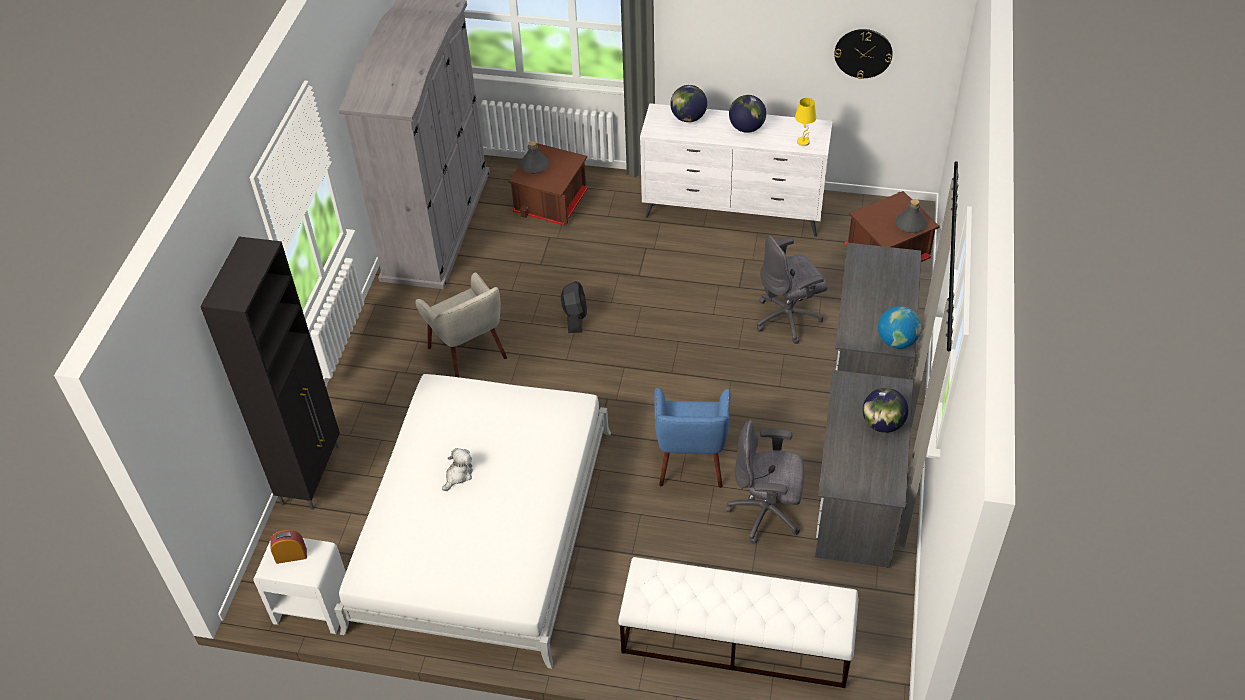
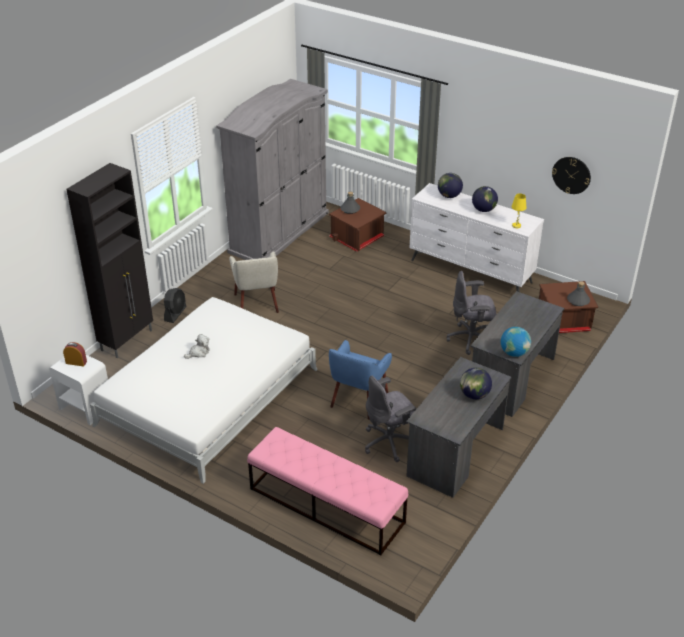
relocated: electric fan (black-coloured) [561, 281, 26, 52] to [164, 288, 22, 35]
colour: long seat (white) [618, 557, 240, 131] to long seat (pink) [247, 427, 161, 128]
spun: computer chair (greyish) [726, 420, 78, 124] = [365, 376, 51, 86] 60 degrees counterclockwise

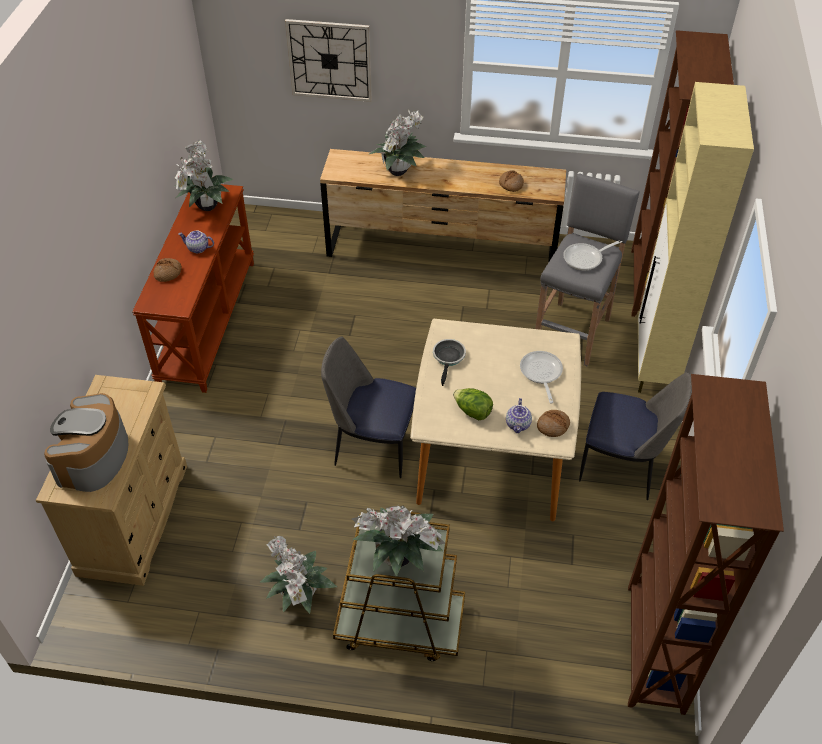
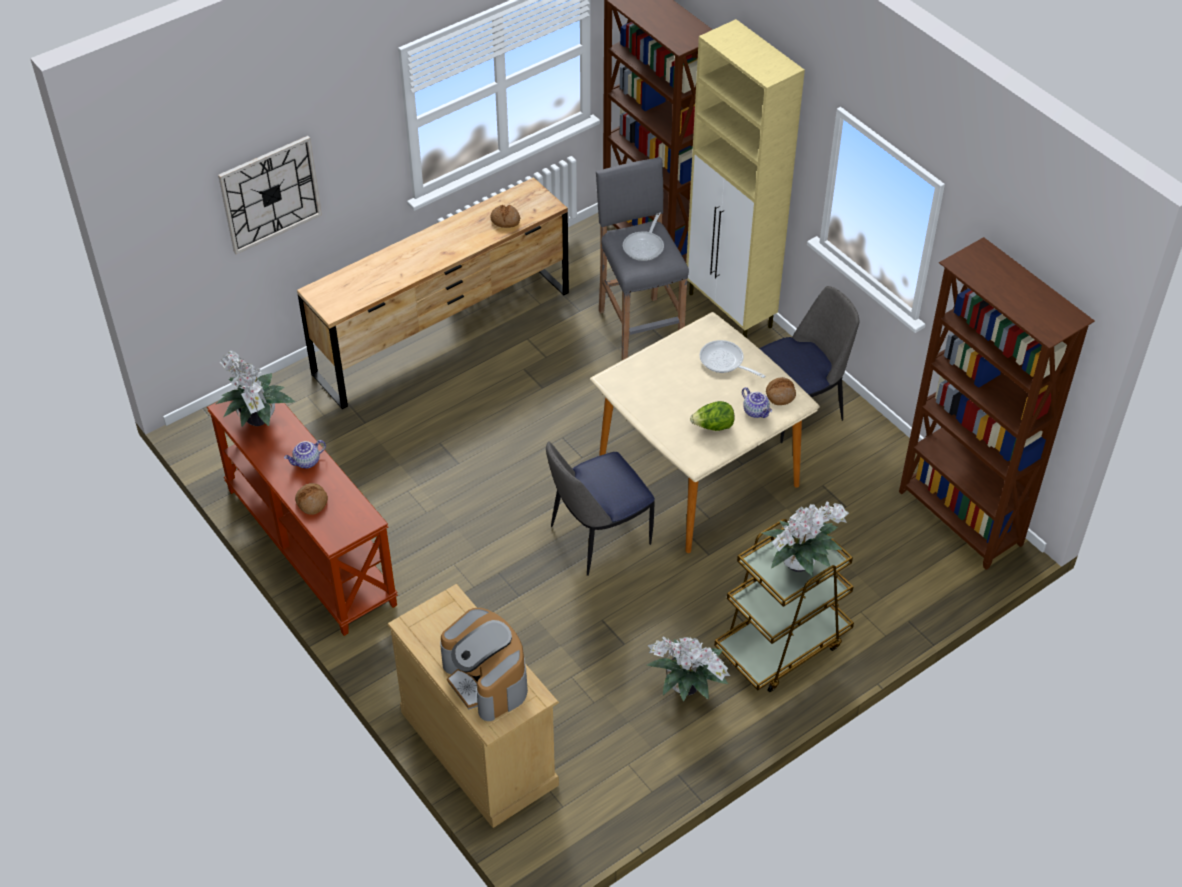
missing: plant in a pot [369, 109, 57, 67]; skillet [433, 339, 33, 47]

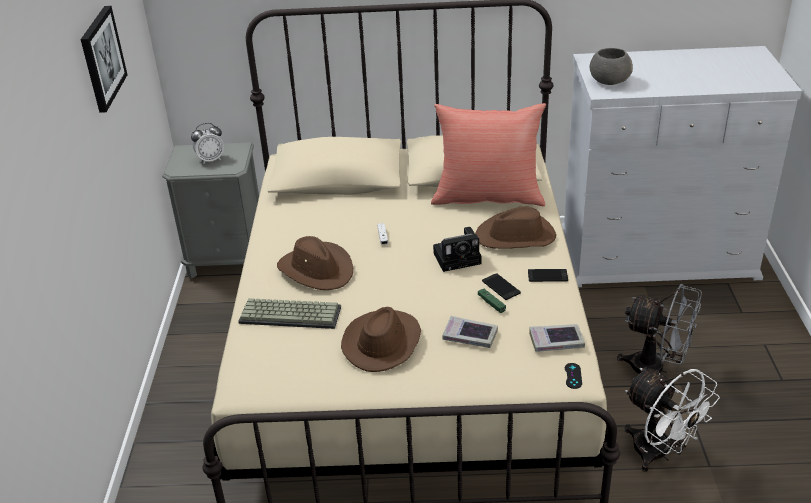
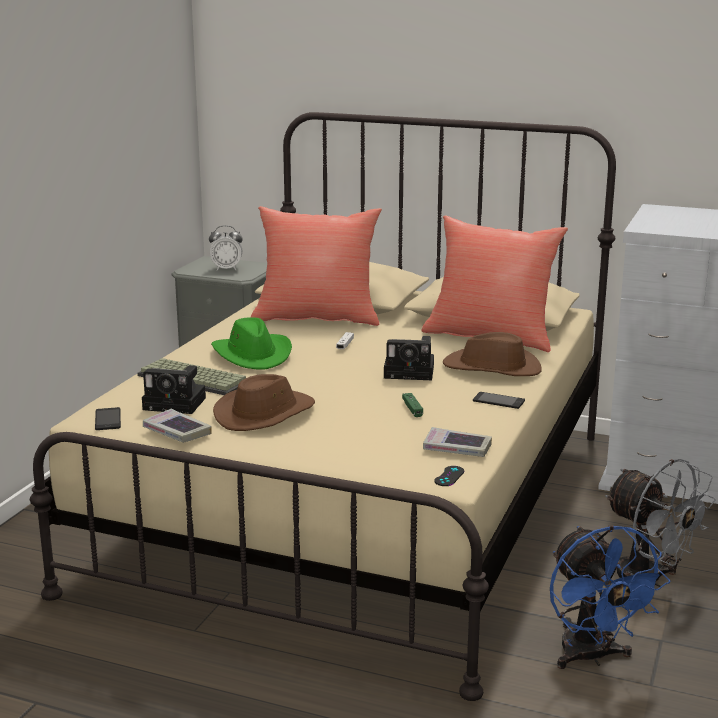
missing: wall picture [81, 6, 47, 107]; deep dish (greyish) [590, 48, 43, 37]
appeared: still camera [142, 365, 64, 49]; pillow (reddish) [251, 206, 131, 120]
relocated: telephone [482, 273, 39, 27] to [95, 407, 26, 23]; volume [443, 316, 55, 32] to [143, 409, 69, 34]
colour: clothing hat (brownish) [277, 236, 76, 54] to clothing hat (greenish) [211, 317, 81, 52]; electric fan (white) [624, 368, 96, 104] to electric fan (blue) [550, 525, 120, 144]

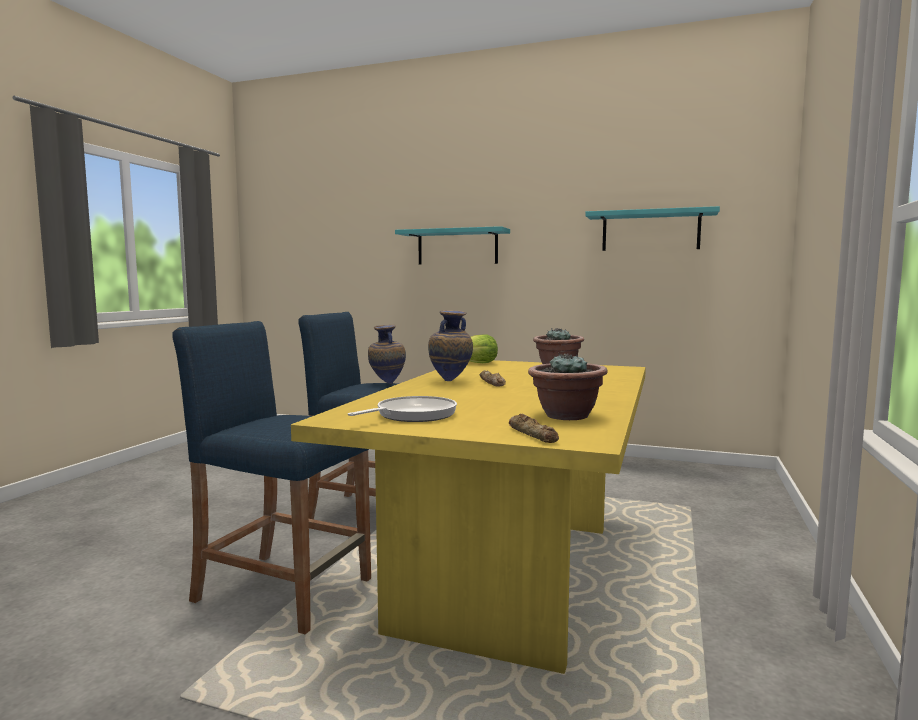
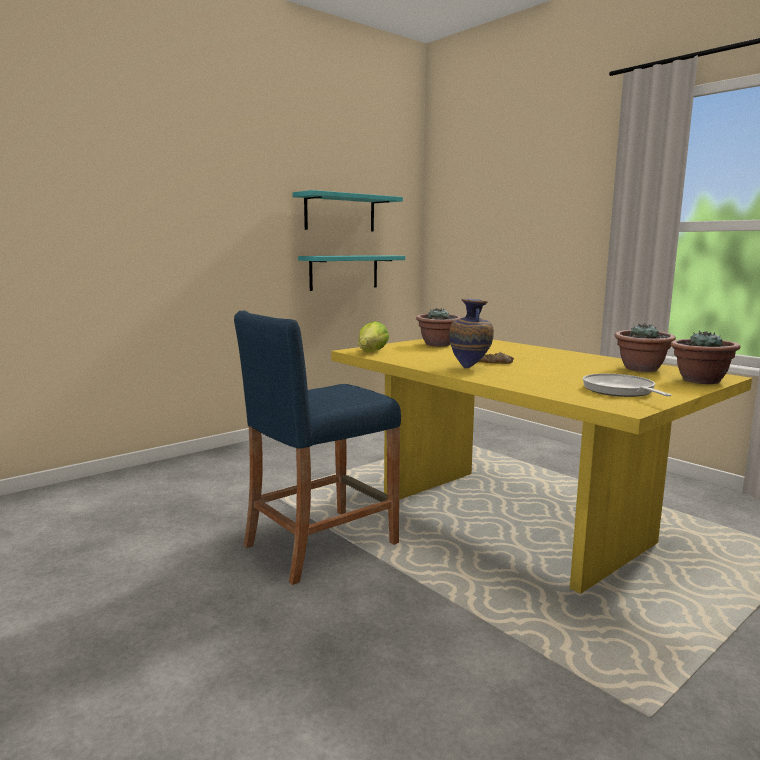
missing: stool seat (blue) [173, 321, 198, 313]; vase [368, 325, 38, 59]
relocated: wall shelf (turquoise-coloured) [395, 226, 115, 38] to [298, 255, 107, 36]
exchanged: bakery bread [509, 414, 50, 29] to plant in a pot [670, 330, 71, 54]

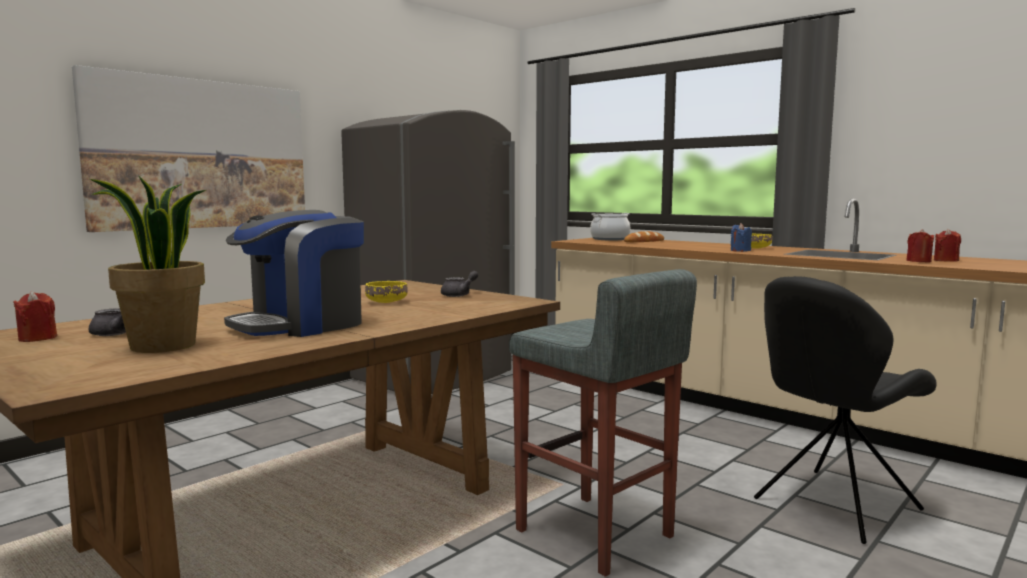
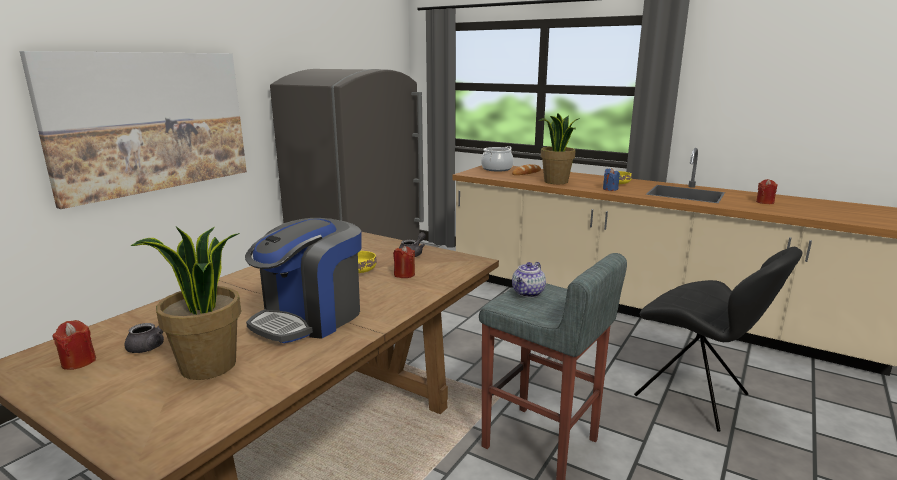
appeared: tea pot [512, 262, 34, 35]; plant in a pot [539, 113, 41, 71]
relocated: wax light (reddish) [906, 229, 28, 34] to [393, 246, 22, 32]
spun: plain chair (black-coloured) [754, 276, 183, 268] = [634, 247, 169, 185] 90 degrees counterclockwise

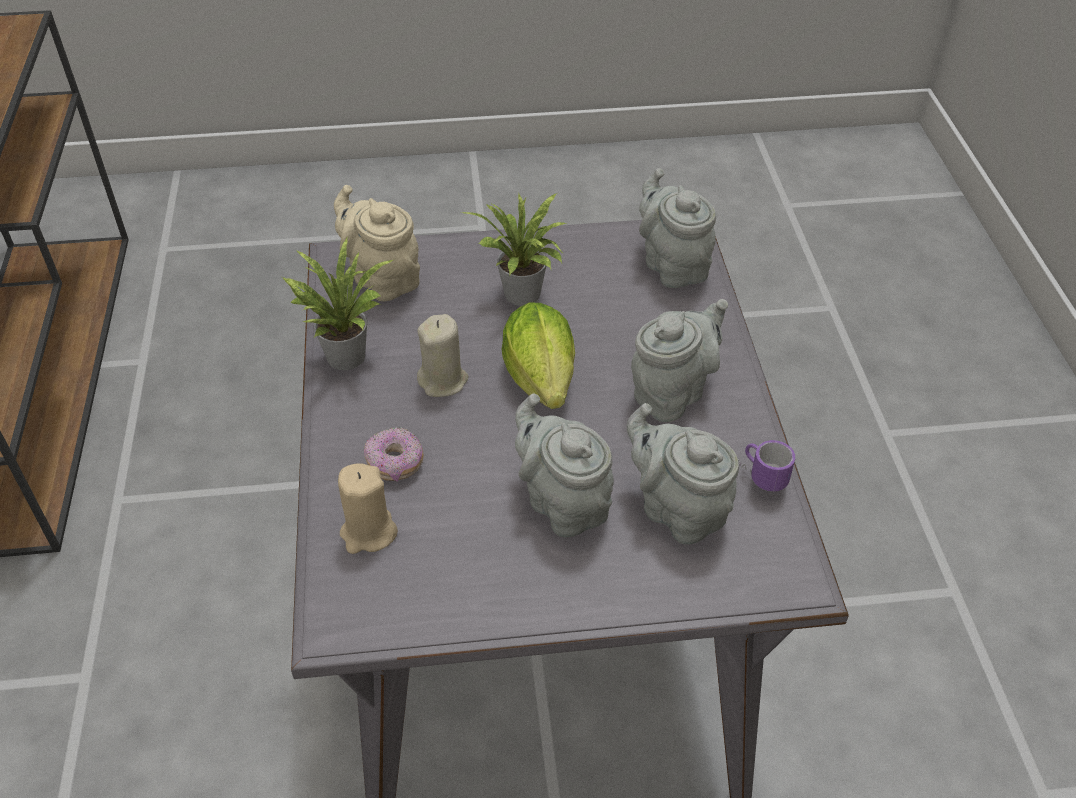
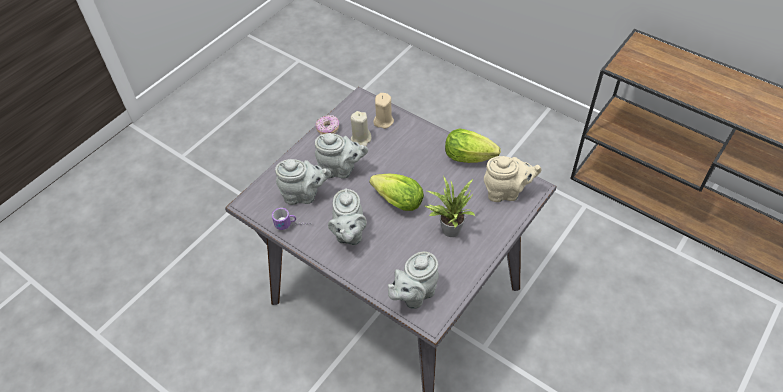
relocated: ring doughnut [364, 427, 60, 55] to [315, 115, 24, 19]; wax light (sand-coloured) [417, 314, 52, 83] to [351, 111, 20, 35]
exchanged: plant in a pot [282, 238, 111, 132] to head of lettuce [445, 128, 56, 35]
spun: tea pot (greyish) [639, 168, 77, 120] = [388, 252, 51, 57] 120 degrees clockwise

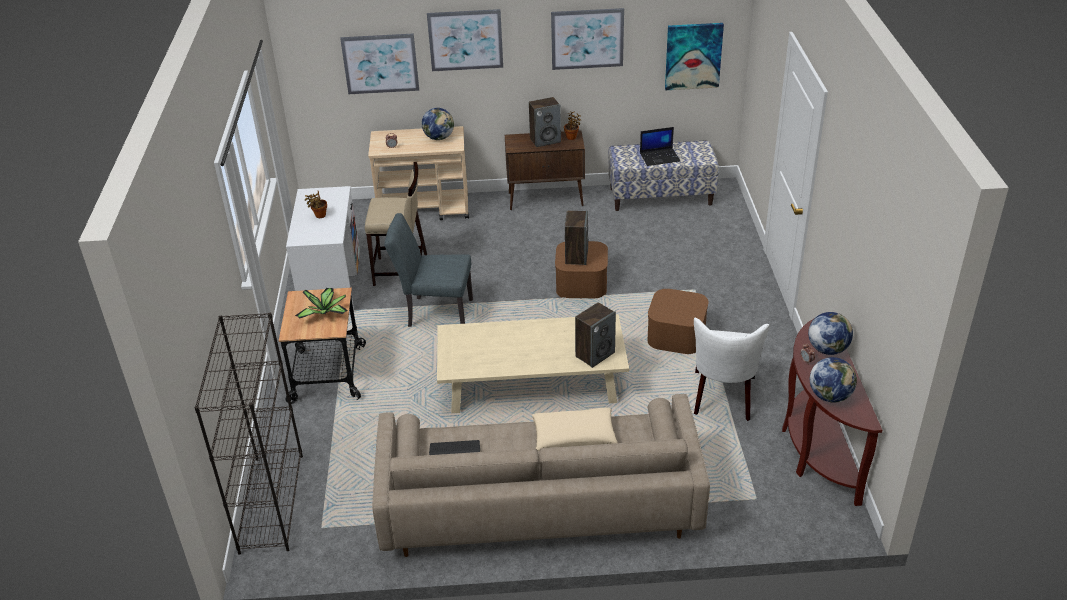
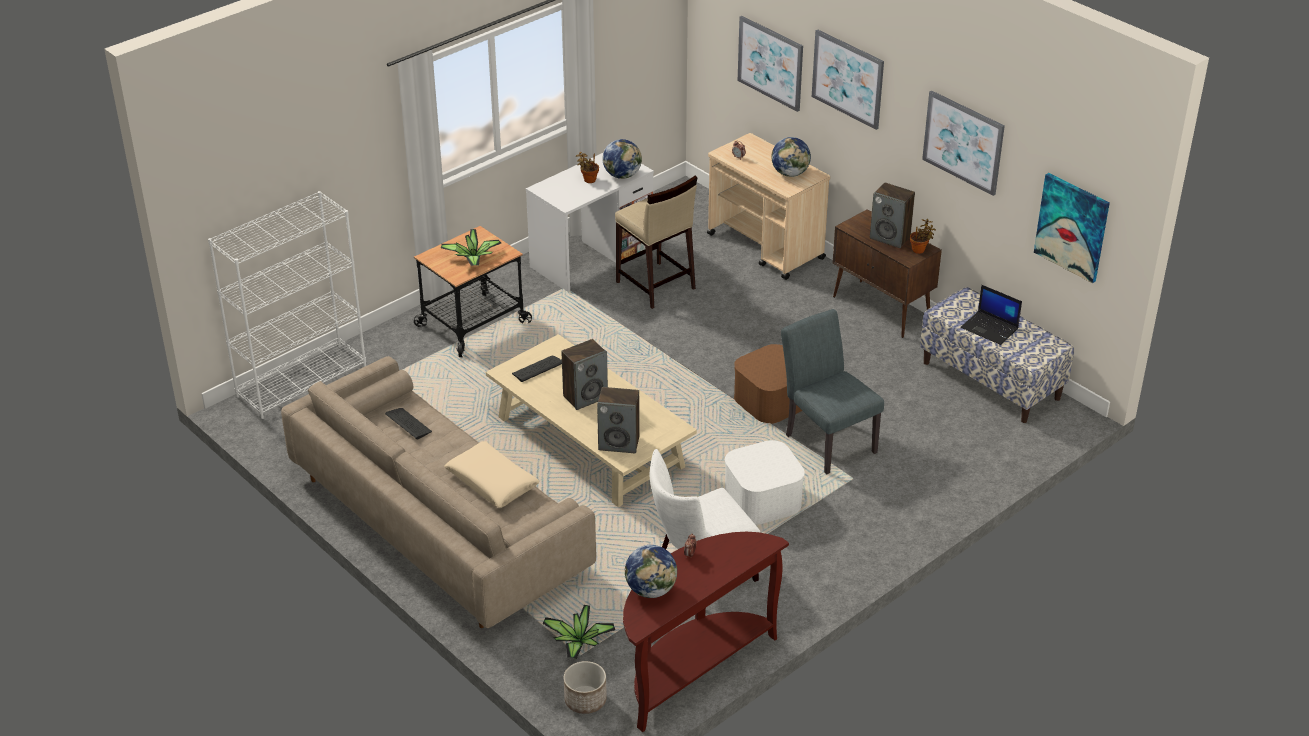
appeared: computer keyboard [512, 355, 50, 27]; plant in a pot [542, 605, 73, 54]; planter [564, 661, 43, 53]
relocated: audio speaker [565, 211, 23, 54] to [562, 339, 46, 71]; desk globe [808, 312, 45, 43] to [602, 139, 40, 40]; plain chair (greyish) [384, 213, 89, 114] to [781, 309, 103, 166]
colour: bookcase (black-coloured) [194, 313, 109, 242] to bookcase (white) [208, 191, 158, 228]; storage container (brownish) [647, 289, 61, 65] to storage container (white) [725, 440, 80, 85]

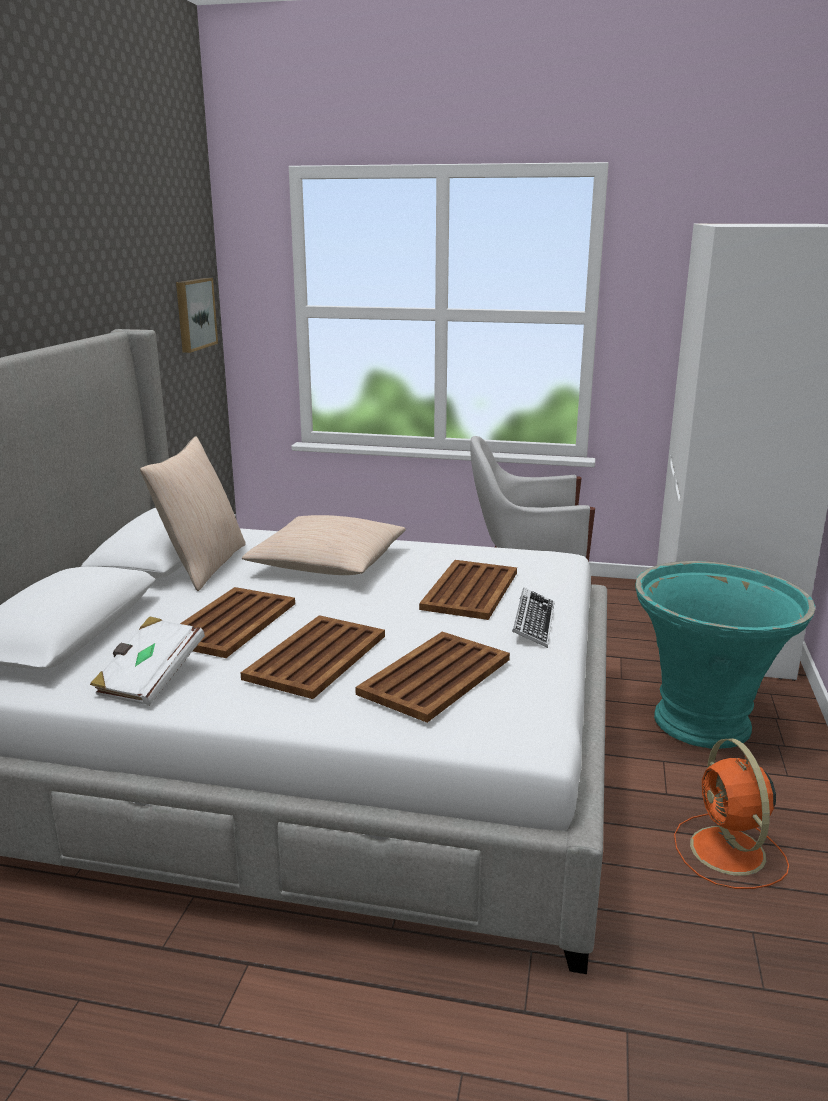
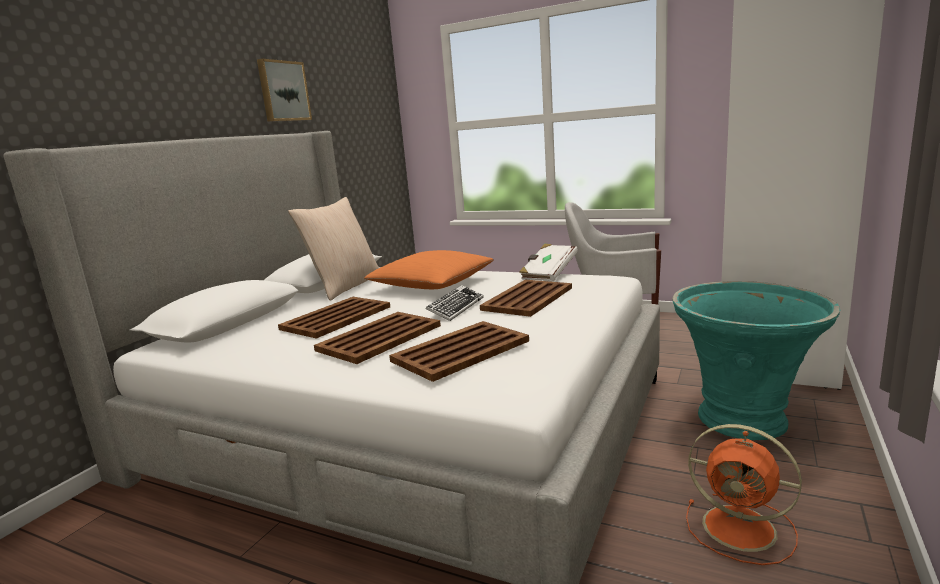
relocated: wall picture [176, 278, 42, 75] to [257, 59, 55, 63]; computer keyboard [512, 588, 43, 60] to [426, 285, 58, 36]; volume (white) [90, 616, 115, 90] to [519, 244, 59, 37]
colour: pillow (sand-coloured) [242, 515, 164, 60] to pillow (orangey) [365, 250, 129, 39]
spun: electric fan (orangey) [674, 738, 115, 151] = [686, 424, 116, 141] 60 degrees counterclockwise

